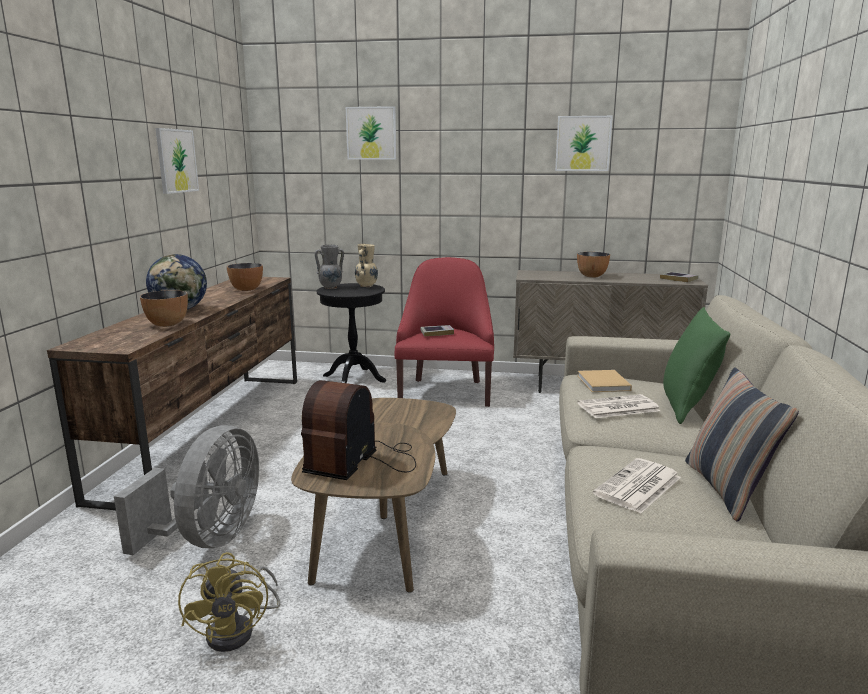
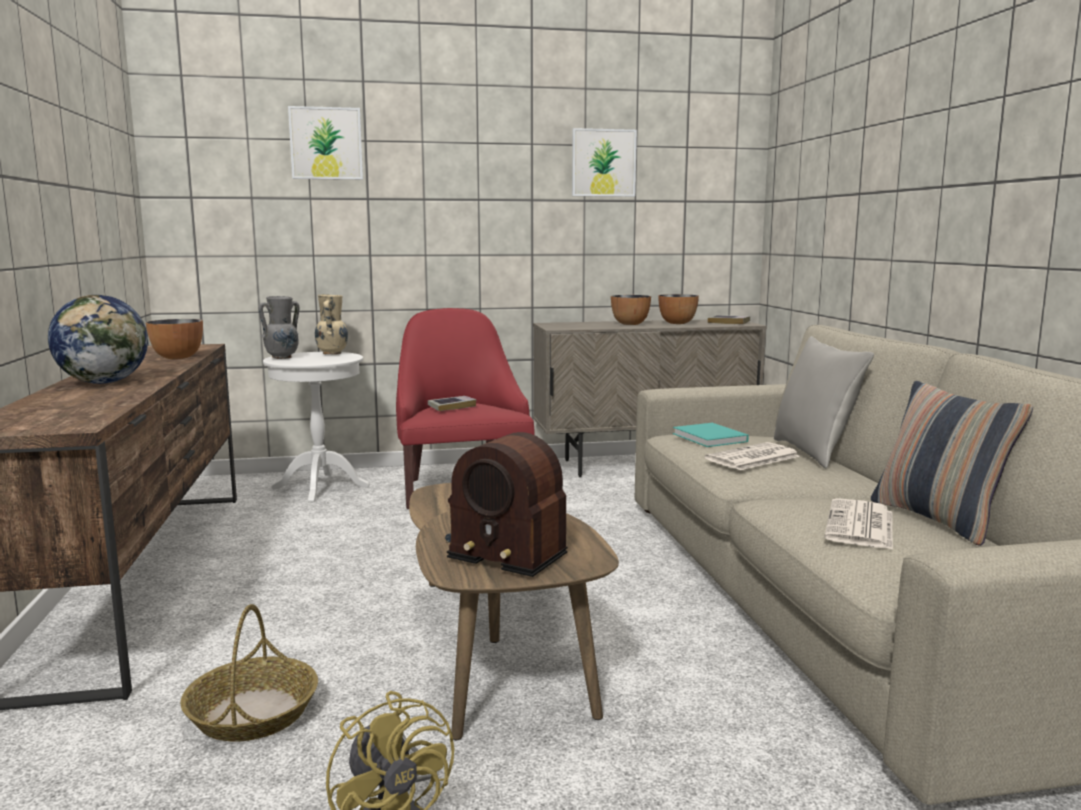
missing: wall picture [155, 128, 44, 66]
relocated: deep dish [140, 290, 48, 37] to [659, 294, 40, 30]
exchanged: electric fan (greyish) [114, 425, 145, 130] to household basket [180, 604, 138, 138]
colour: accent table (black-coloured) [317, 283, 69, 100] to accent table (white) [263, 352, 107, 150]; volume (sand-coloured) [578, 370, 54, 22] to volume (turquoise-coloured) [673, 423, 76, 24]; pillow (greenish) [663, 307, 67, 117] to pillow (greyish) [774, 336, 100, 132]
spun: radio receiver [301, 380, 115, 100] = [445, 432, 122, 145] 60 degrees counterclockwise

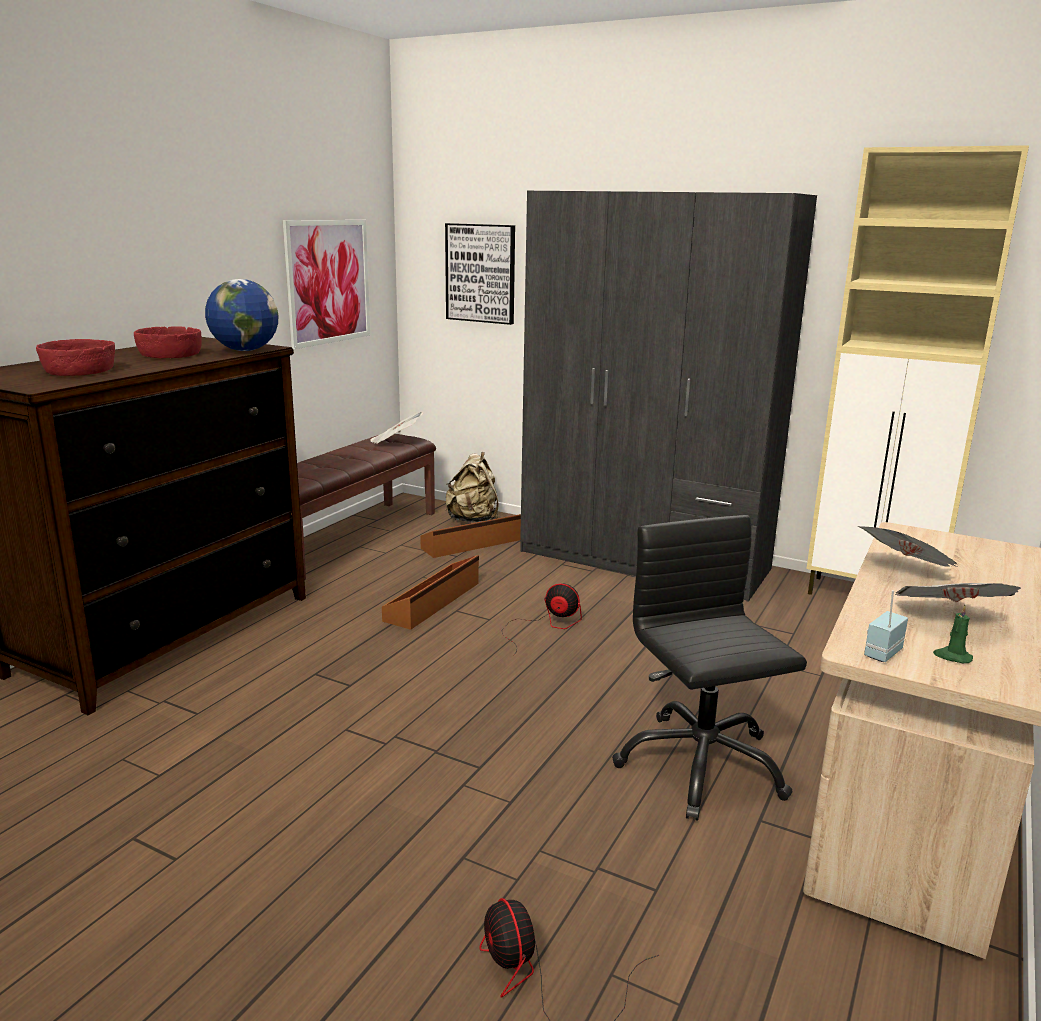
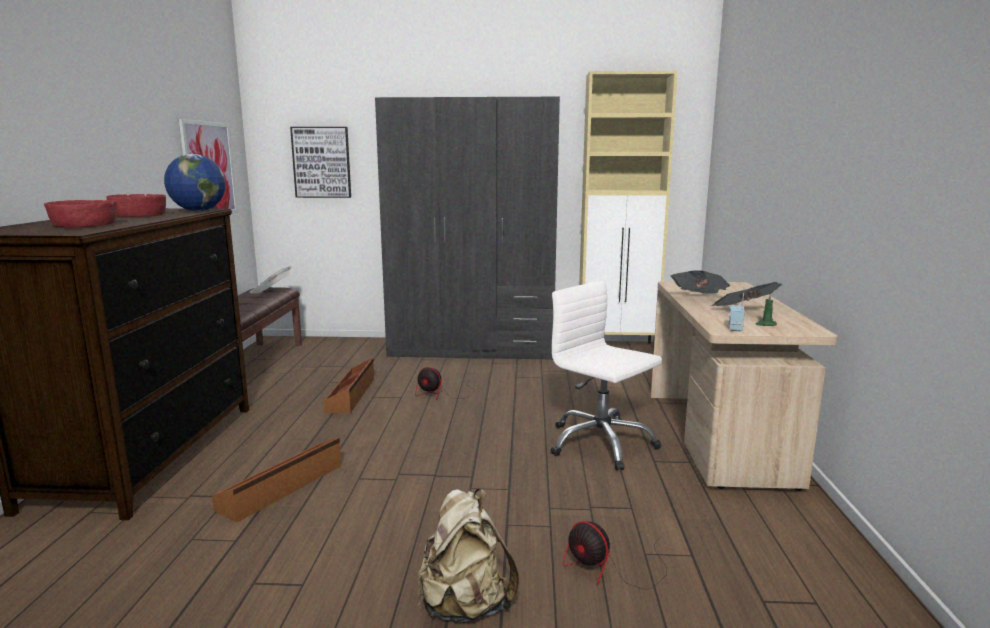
relocated: storage container (brownish) [420, 514, 101, 44] to [212, 437, 129, 86]; backpack (sand-coloured) [445, 452, 53, 70] to [418, 489, 101, 133]
colour: computer chair (black-coloured) [612, 515, 195, 306] to computer chair (white) [550, 281, 112, 189]
spun: electric fan [502, 583, 80, 73] = [415, 367, 59, 33] 150 degrees counterclockwise

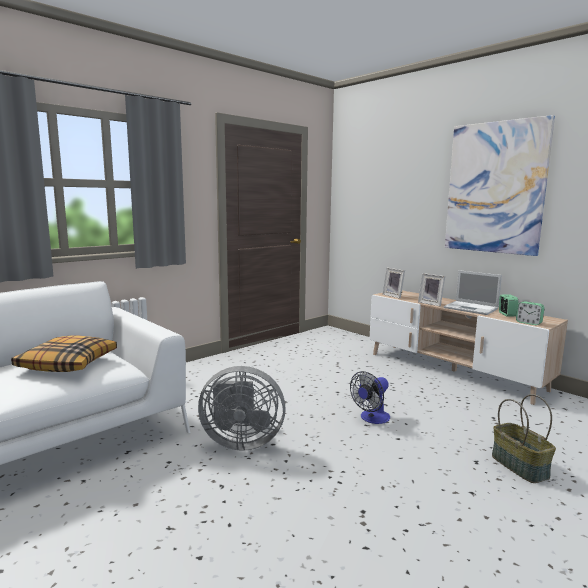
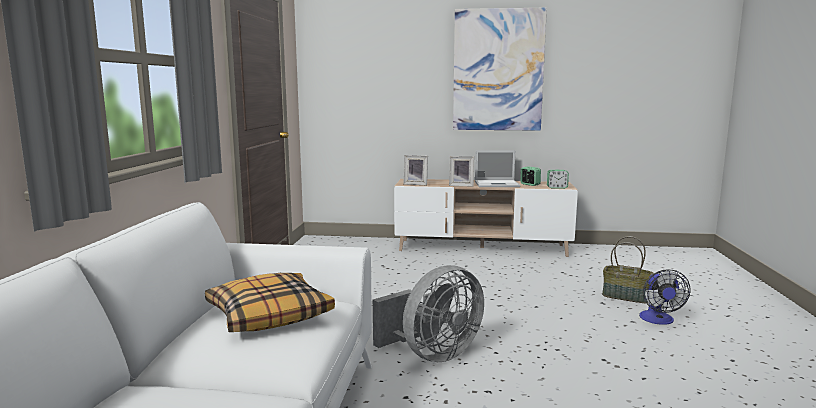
relocated: electric fan [350, 371, 40, 53] to [639, 270, 52, 55]

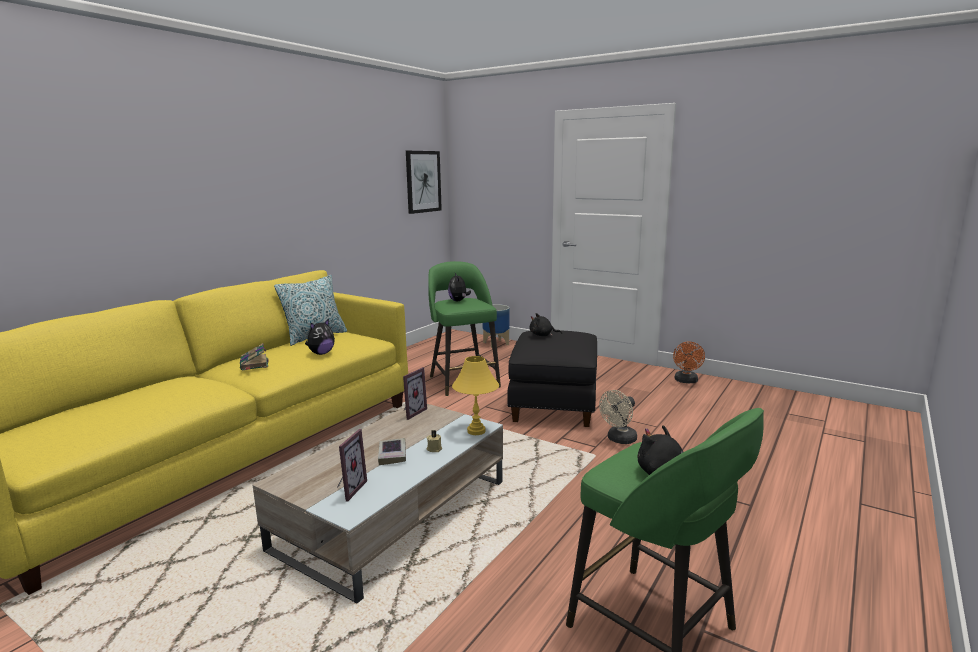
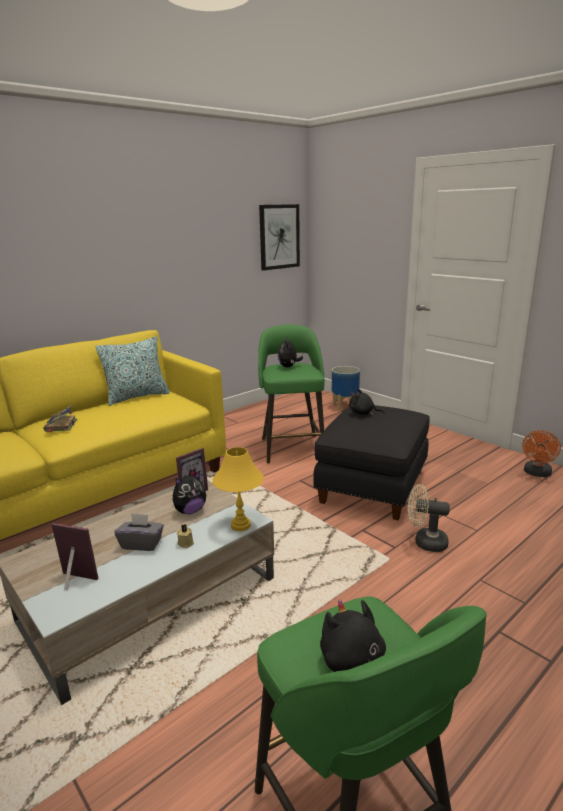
relocated: cuddly toy [305, 319, 30, 36] to [173, 471, 33, 43]
exchanged: volume [378, 438, 28, 27] to box of tissues (greyish) [114, 513, 50, 38]
spun: picture frame [338, 429, 29, 73] = [51, 523, 47, 67] 105 degrees counterclockwise; electric fan (sand-coloured) [599, 390, 38, 54] = [408, 484, 42, 68] 45 degrees clockwise

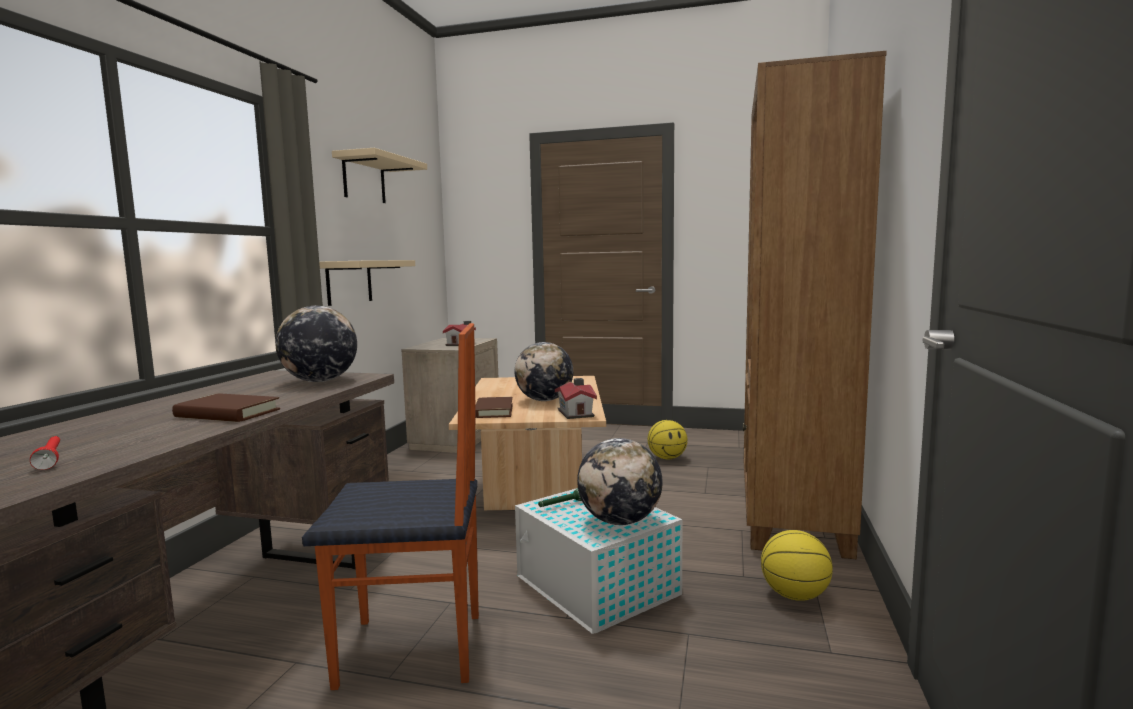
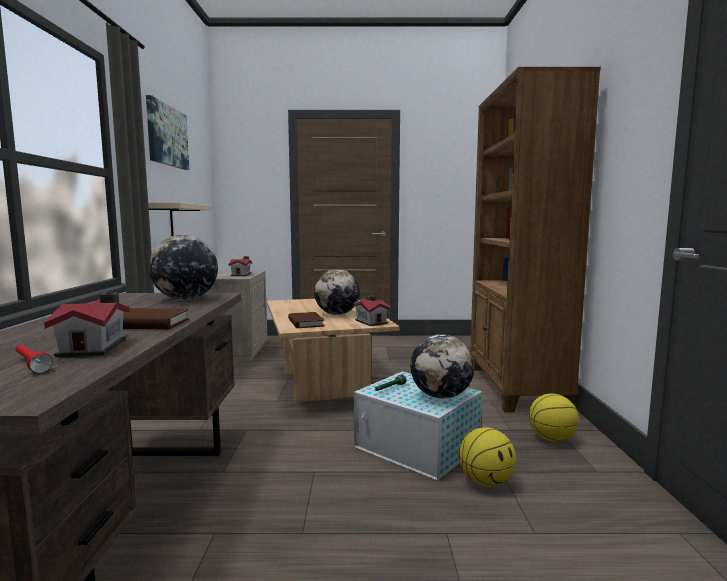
missing: plain chair [302, 323, 177, 367]
appeared: toy house [44, 292, 86, 65]
relocated: basketball [648, 420, 39, 39] to [459, 427, 57, 59]
exchanged: wall shelf (sand-coloured) [332, 148, 95, 55] to wall picture [146, 95, 43, 75]

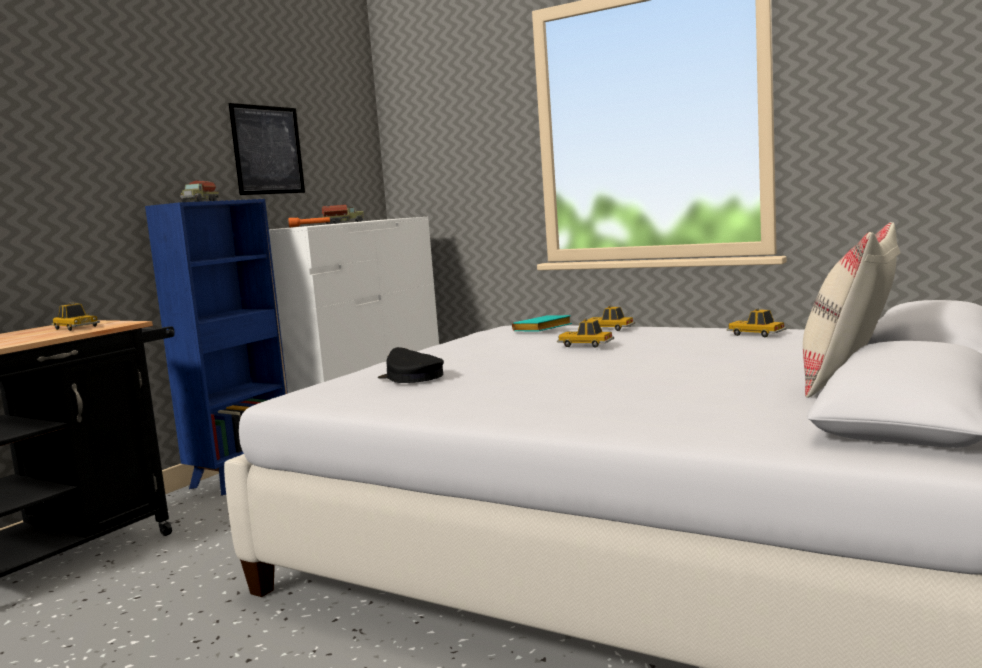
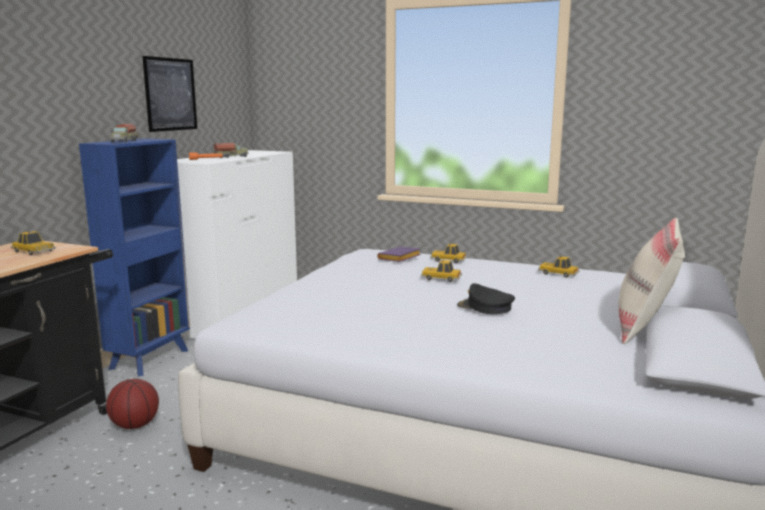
appeared: basketball [106, 379, 53, 50]
relocated: cap (black-coloured) [378, 347, 66, 36] to [457, 283, 58, 31]
colour: volume (turquoise-coloured) [512, 315, 60, 16] to volume (purple) [377, 247, 44, 15]

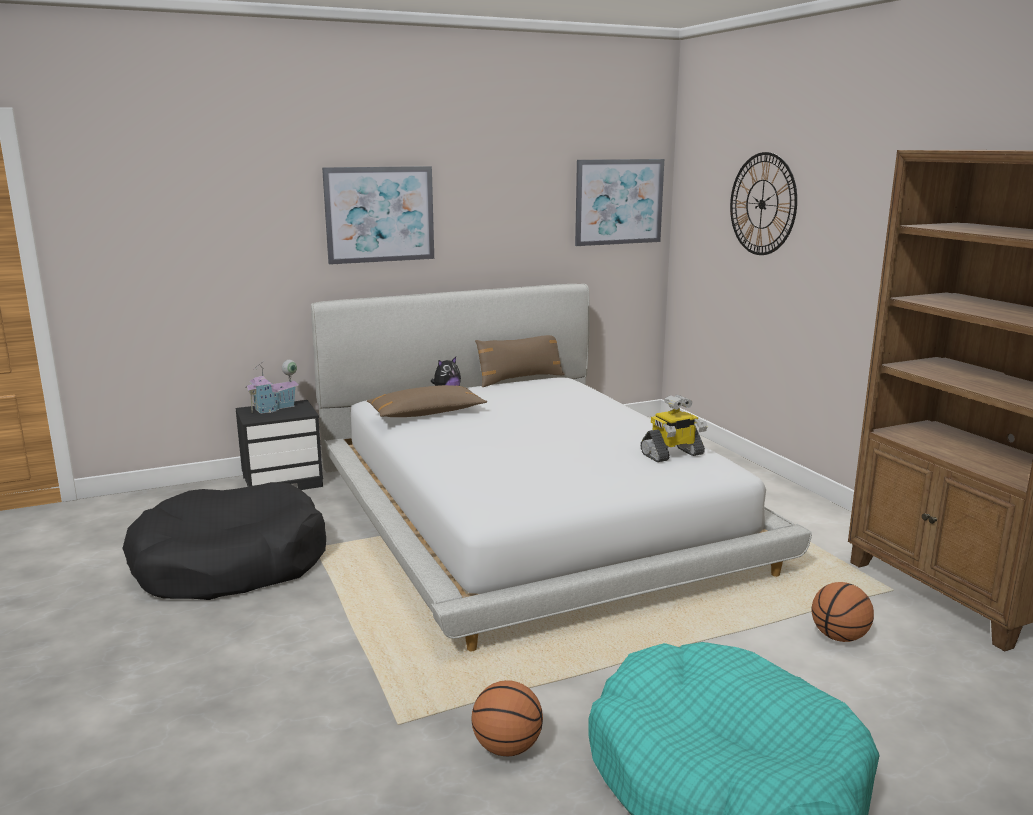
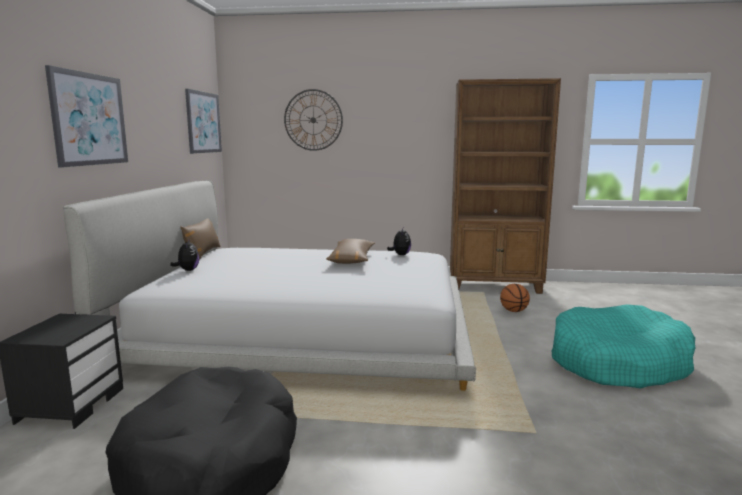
missing: toy house [245, 360, 54, 54]; basketball [472, 680, 71, 76]
relocated: pillow (brownish) [367, 385, 120, 32] to [326, 239, 49, 25]
exchanged: toy robot [640, 395, 67, 67] to cuddly toy [387, 229, 24, 26]

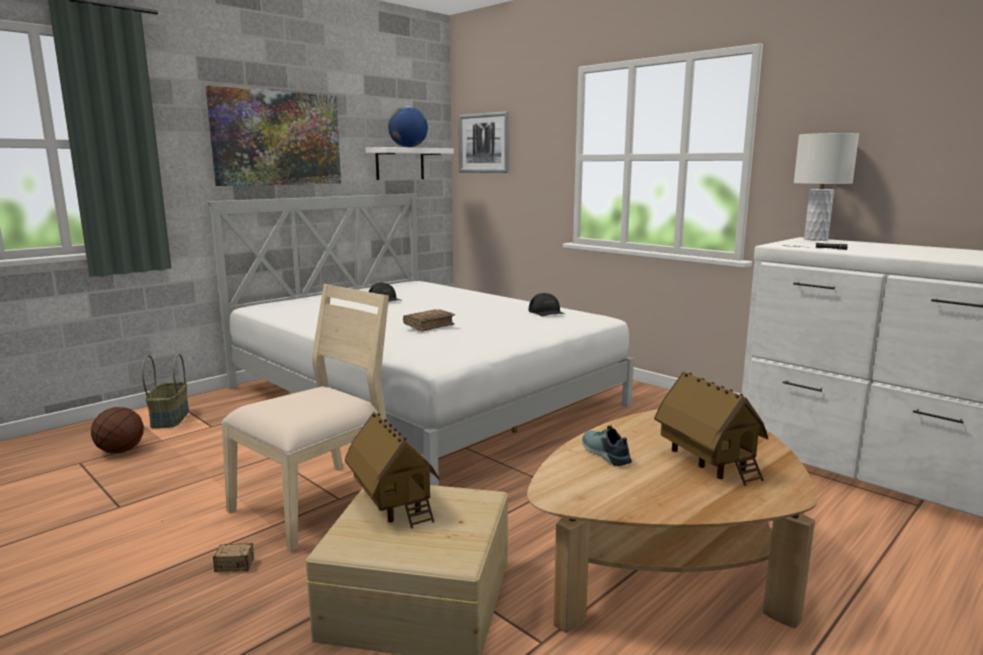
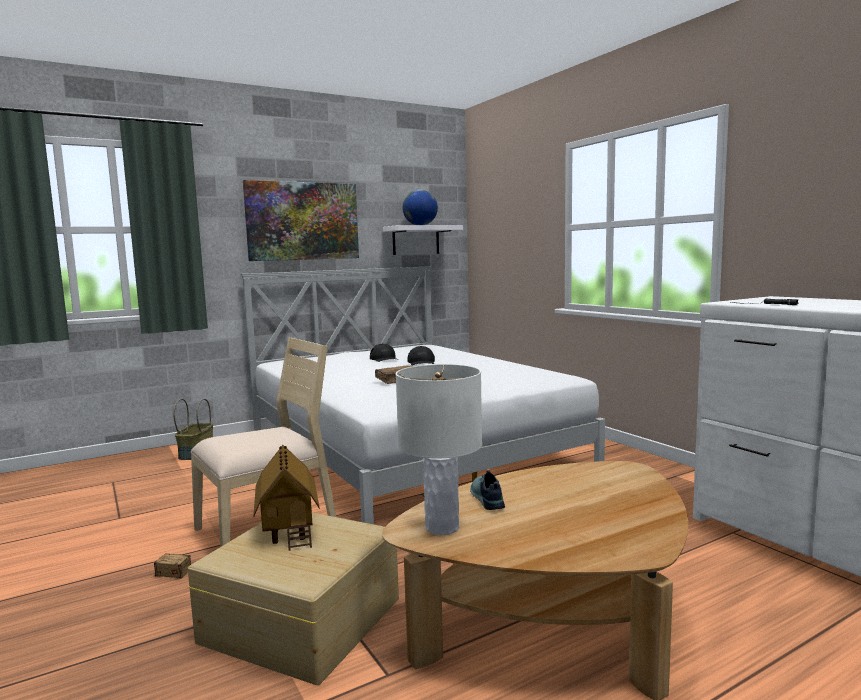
missing: basketball [91, 407, 53, 46]; wall picture [458, 111, 52, 62]; toy house [654, 371, 114, 115]
relocated: table lamp (white) [794, 133, 65, 108] to [396, 364, 86, 171]; cap (black-coloured) [529, 293, 35, 23] to [407, 346, 28, 19]

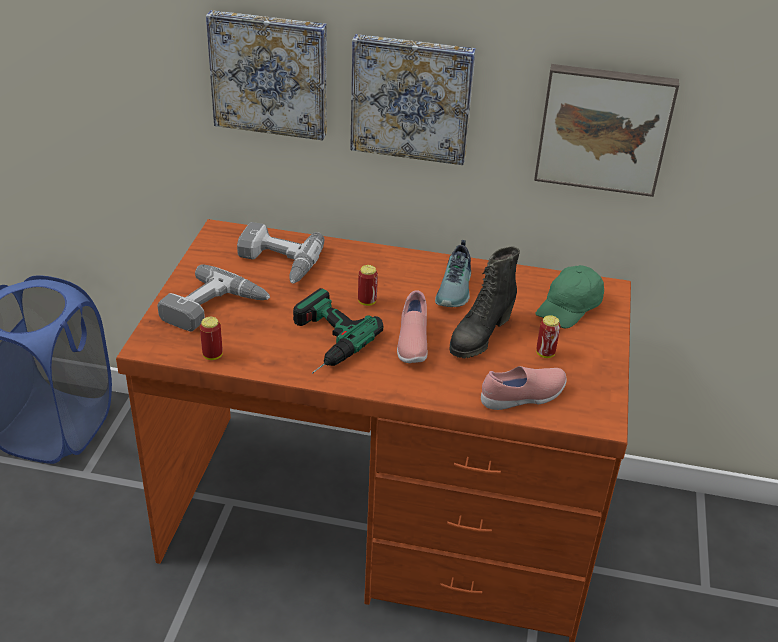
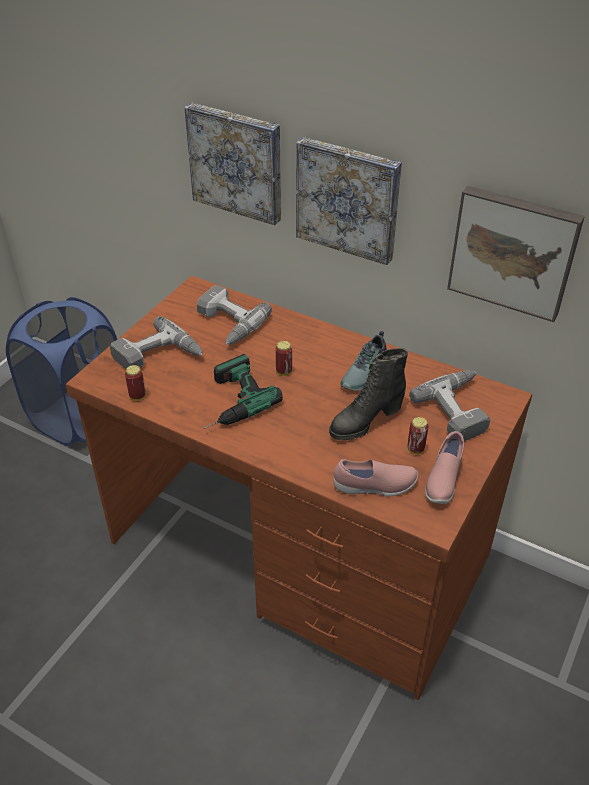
relocated: item of footwear (pink) [397, 290, 30, 73] to [425, 431, 39, 73]
exchanged: cap (greenish) [535, 265, 69, 64] to power drill [409, 370, 82, 71]

